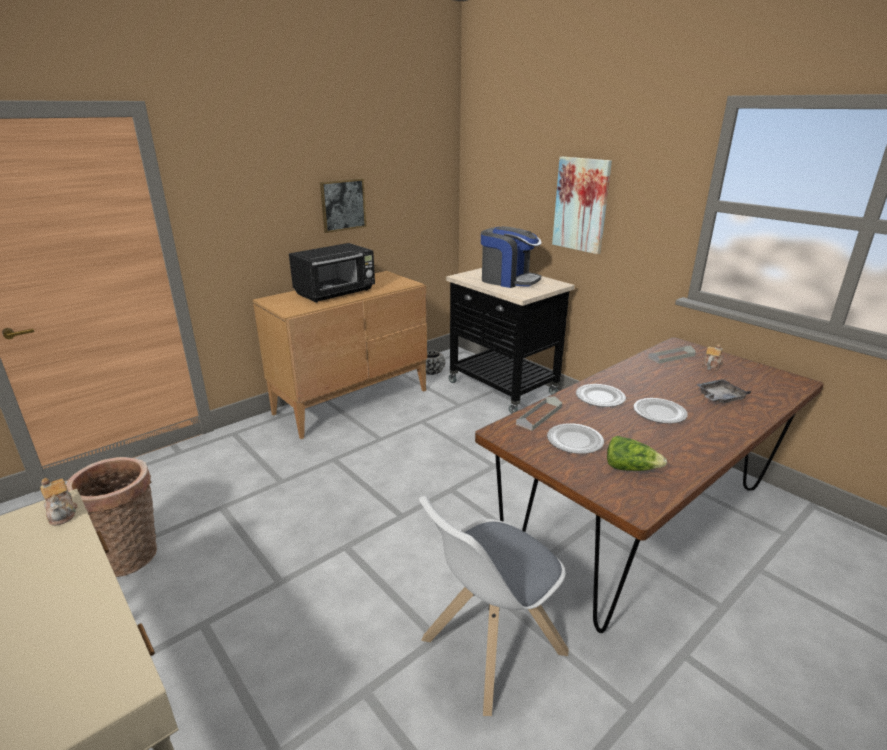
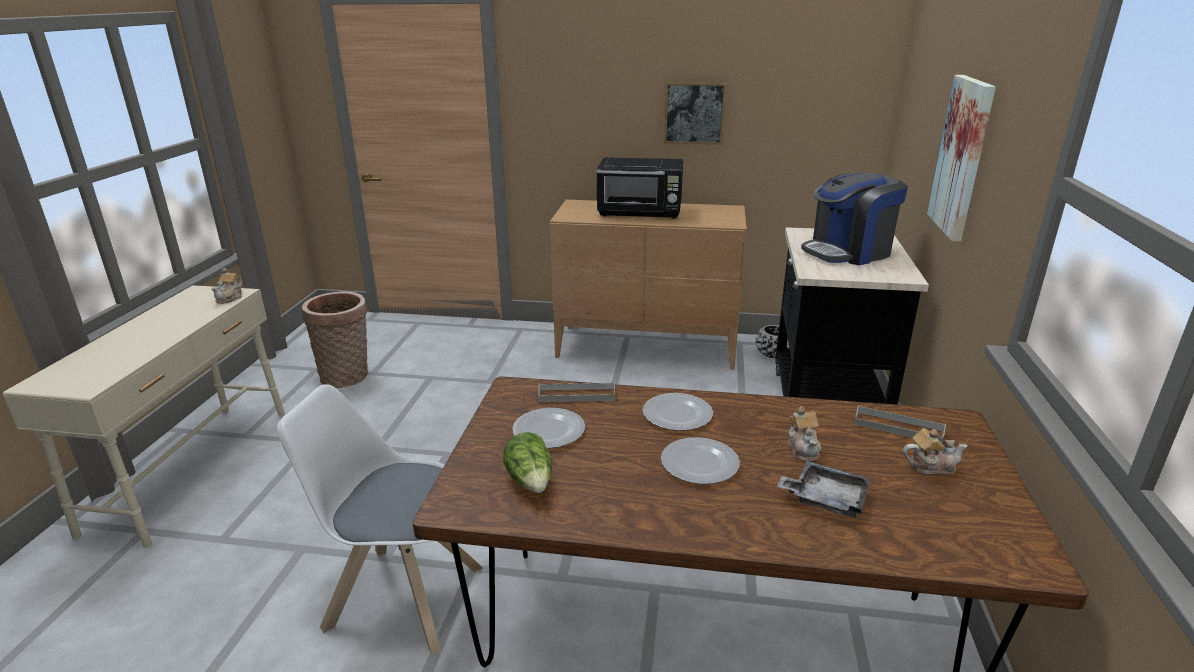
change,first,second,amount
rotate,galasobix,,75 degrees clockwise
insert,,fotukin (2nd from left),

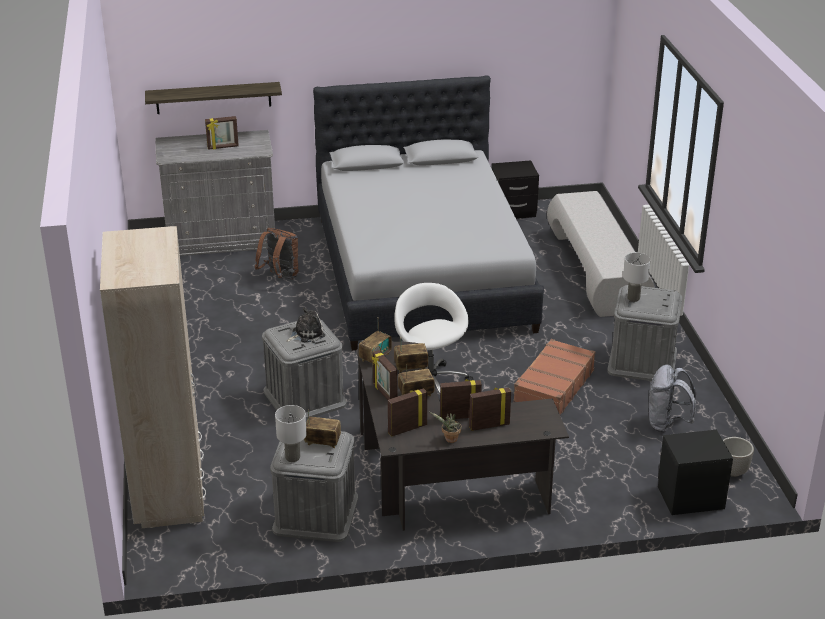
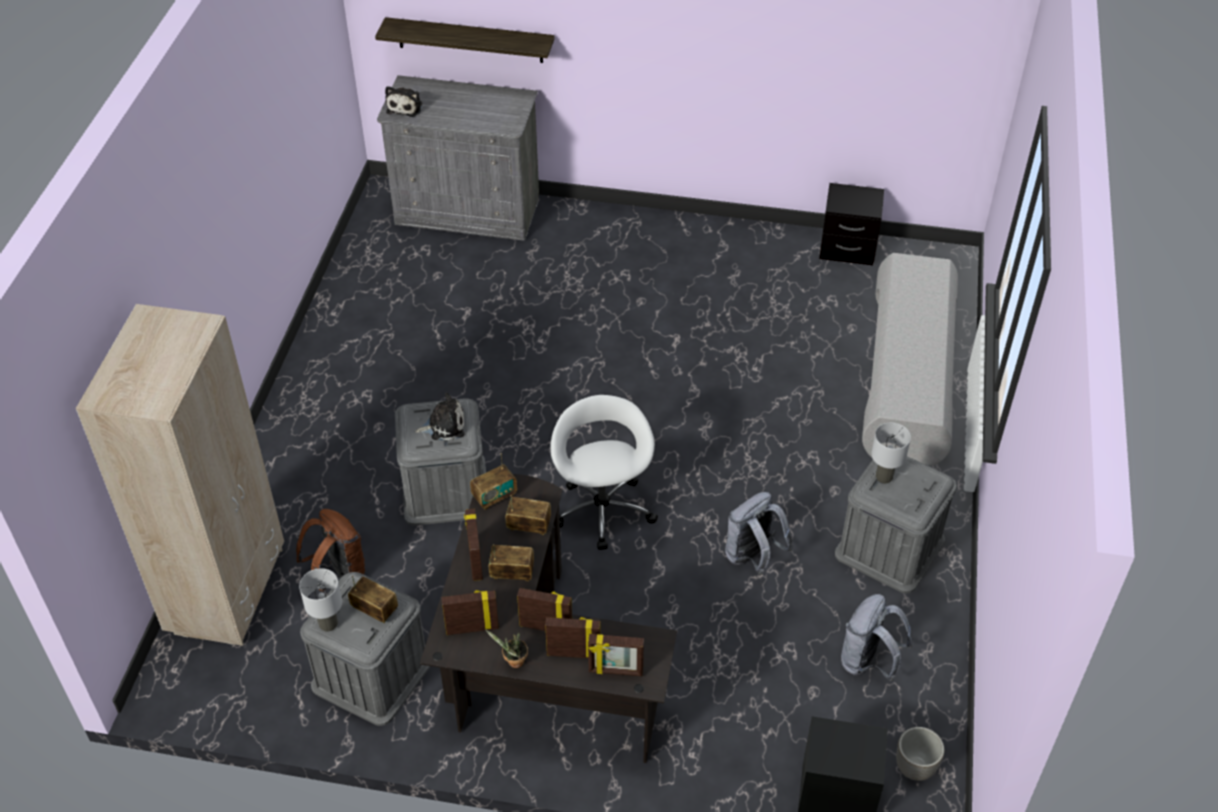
change,first,second,amount
move,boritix (1st from left in the first image),boritix (5th from left),
move,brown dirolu,,
delete,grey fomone,,
replace,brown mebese,grey dirolu (1st from left),
insert,,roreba (1st from left),

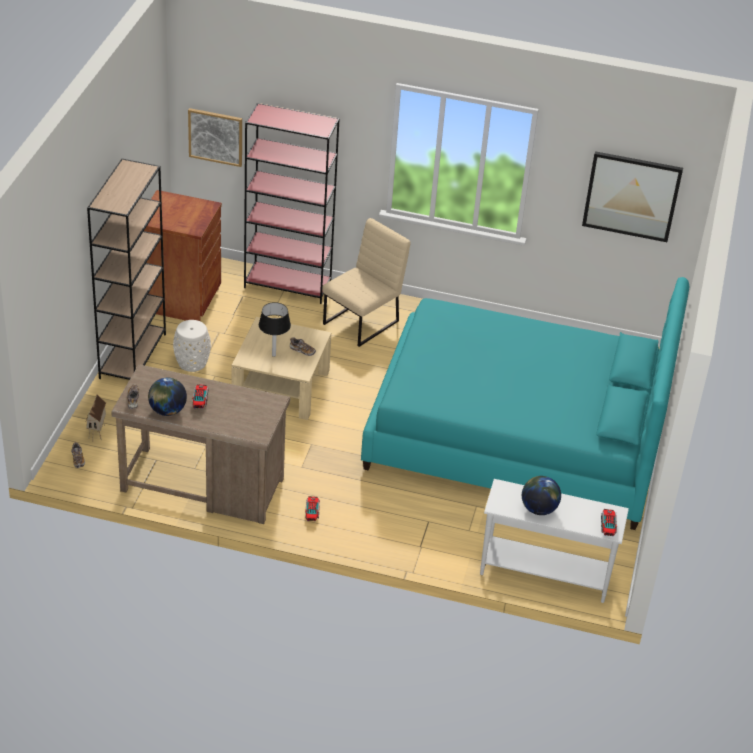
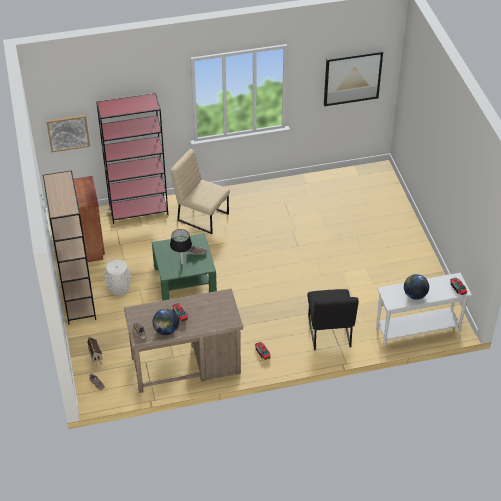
change,first,second,amount
recolor,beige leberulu,green leberulu,
rotate,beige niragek,,75 degrees counterclockwise
delete,turquoise fomone,,
insert,,black niragek,

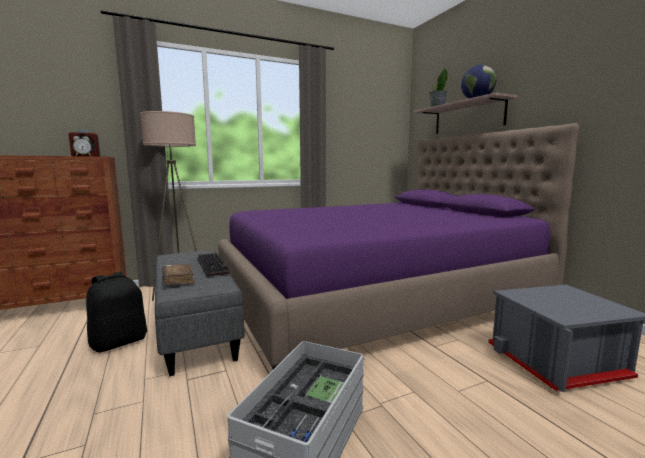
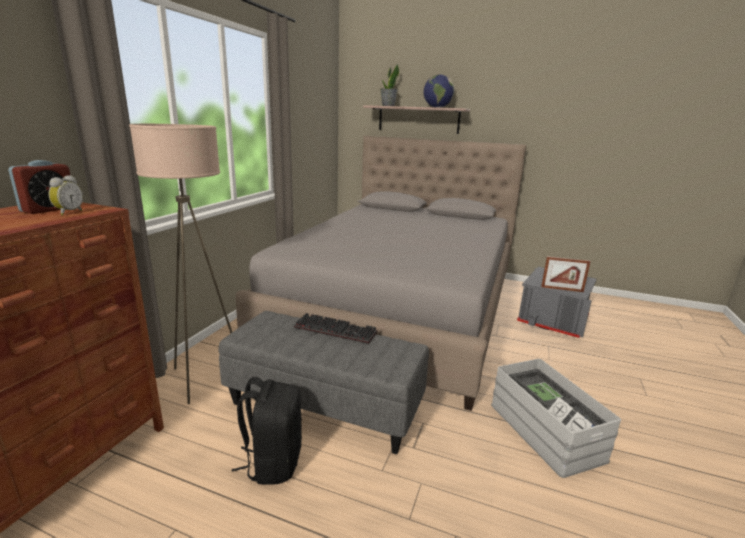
change,first,second,amount
delete,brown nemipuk,,
recolor,purple fomone,grey fomone,
insert,,boritix,

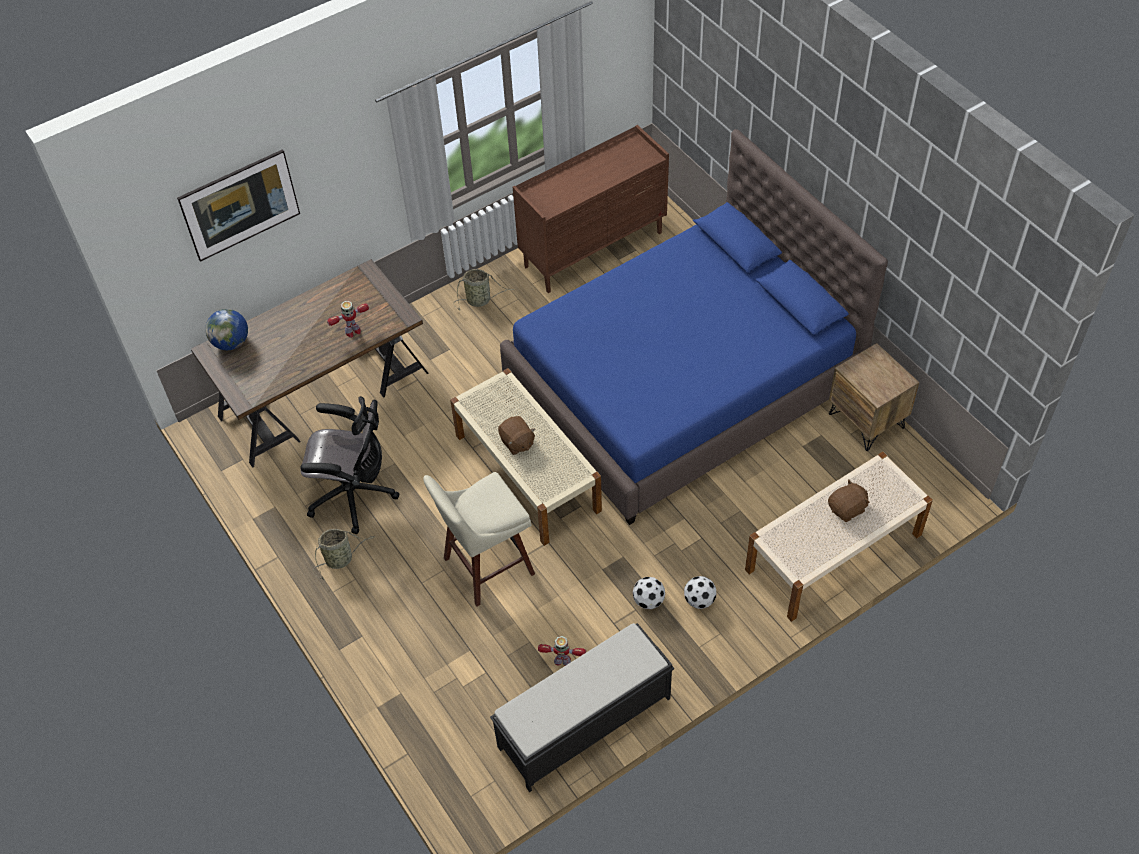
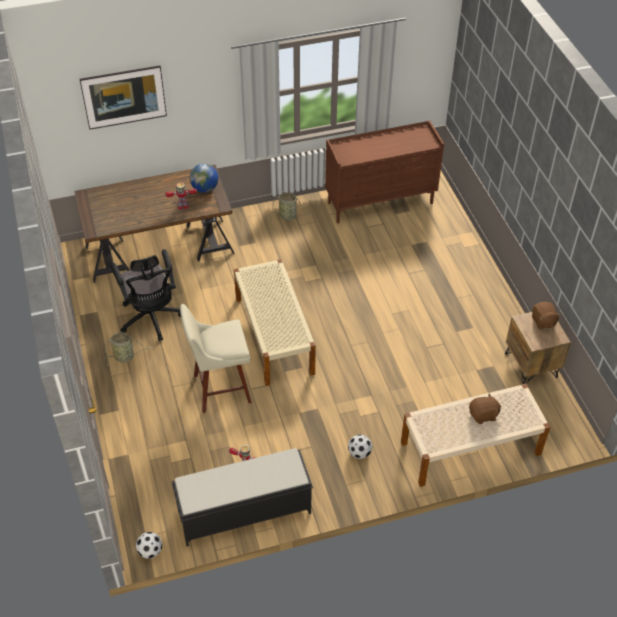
change,first,second,amount
move,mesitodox,,
rotate,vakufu,,45 degrees clockwise
move,brown roreba (1st from left in the first image),brown roreba (2nd from left),
delete,blue fomone,,
move,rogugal (1st from left),,

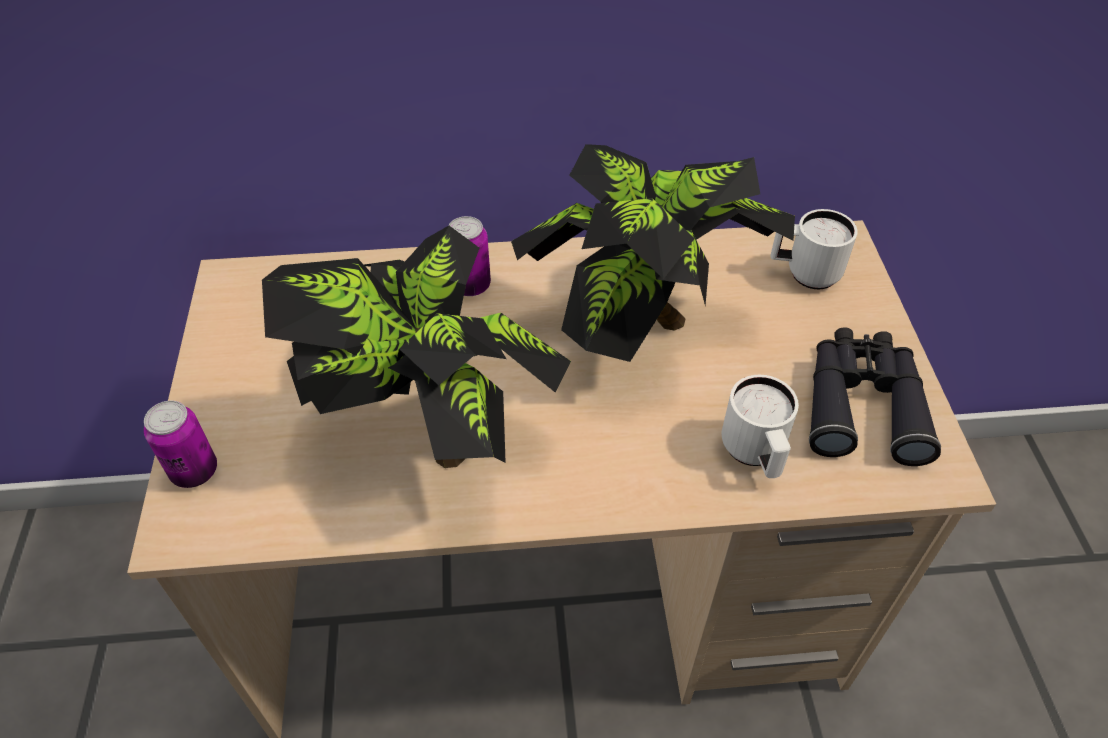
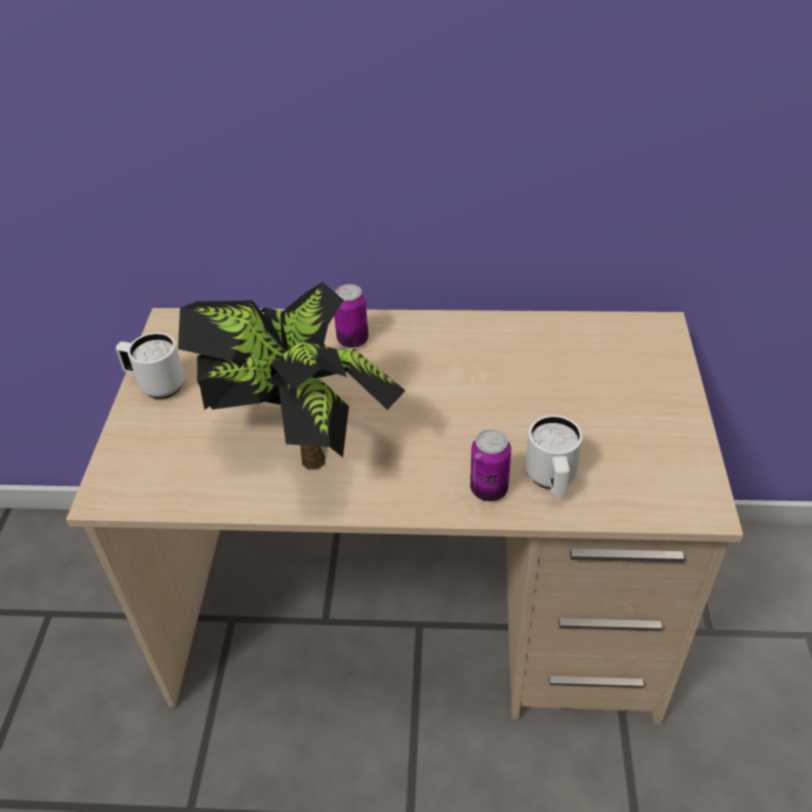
change,first,second,amount
move,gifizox (1st from left in the first image),gifizox (2nd from left),
delete,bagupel (2nd from left),,
move,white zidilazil (2nd from left in the first image),white zidilazil (1st from left),
delete,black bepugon,,

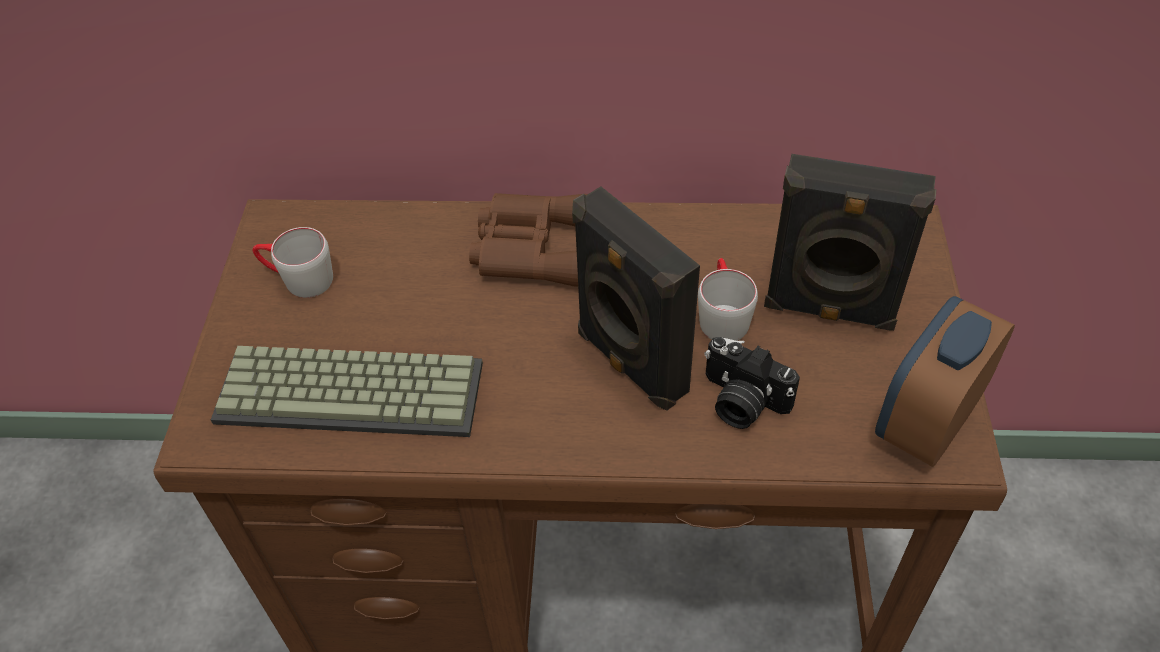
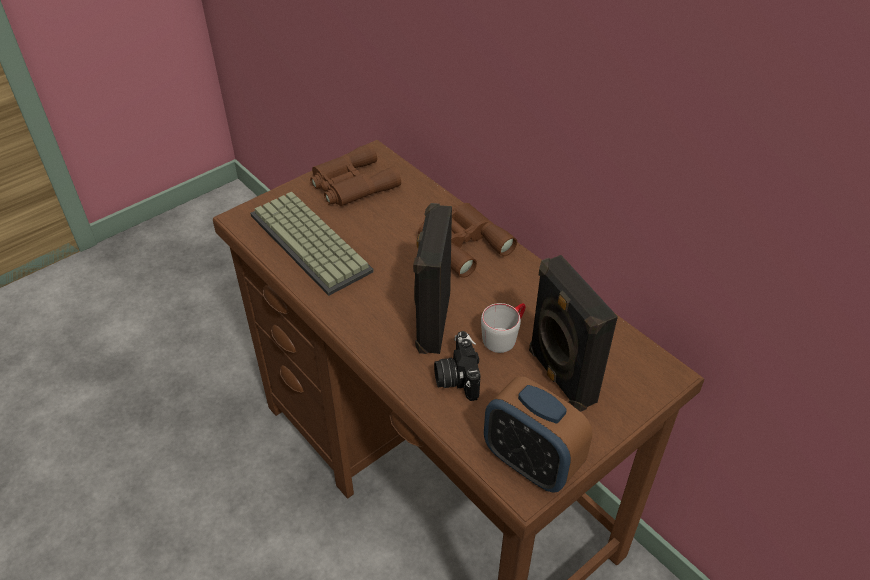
change,first,second,amount
replace,grey zidilazil (1st from left),brown bepugon (1st from left),
rotate,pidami,,135 degrees counterclockwise

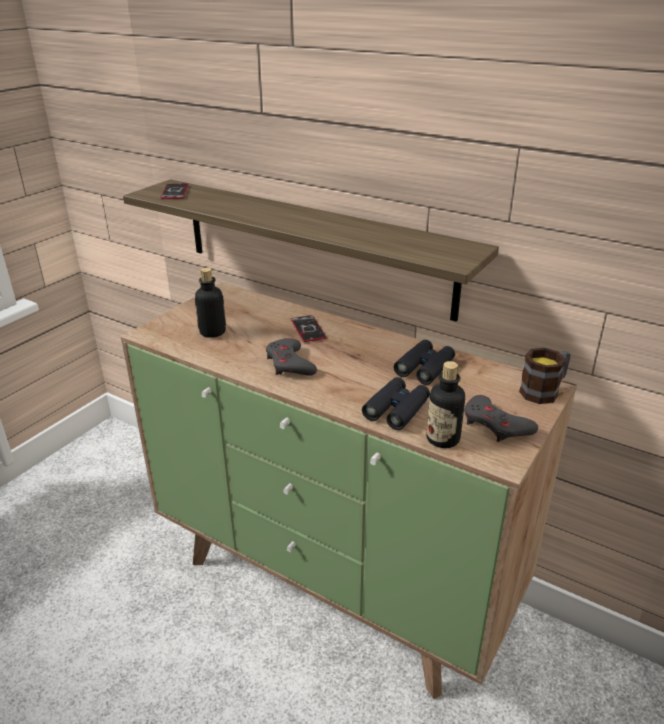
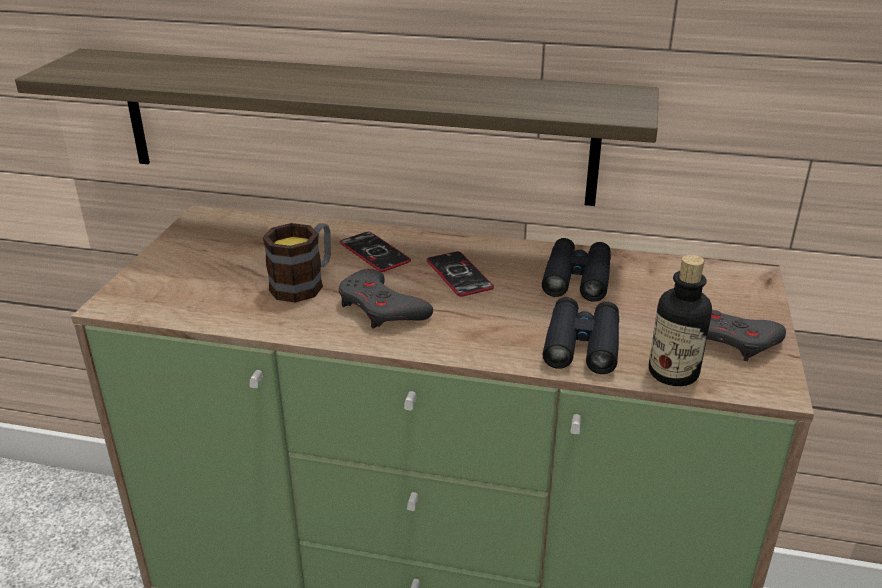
change,first,second,amount
move,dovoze (1st from left in the first image),dovoze (2nd from left),
delete,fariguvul (1st from left),,
move,zidilazil,,

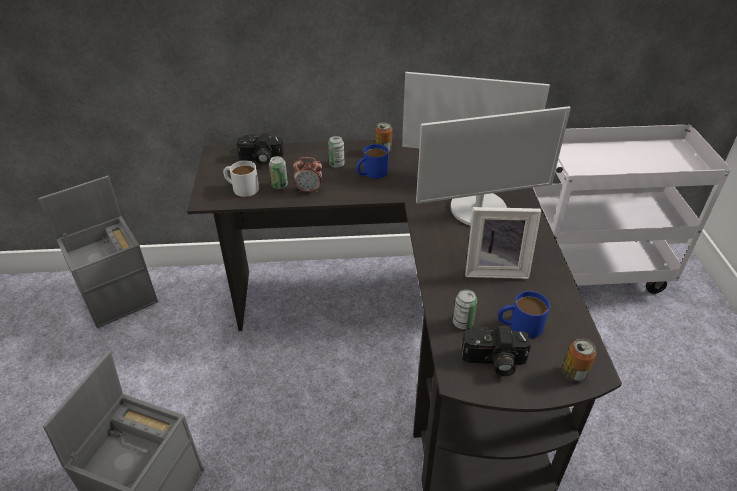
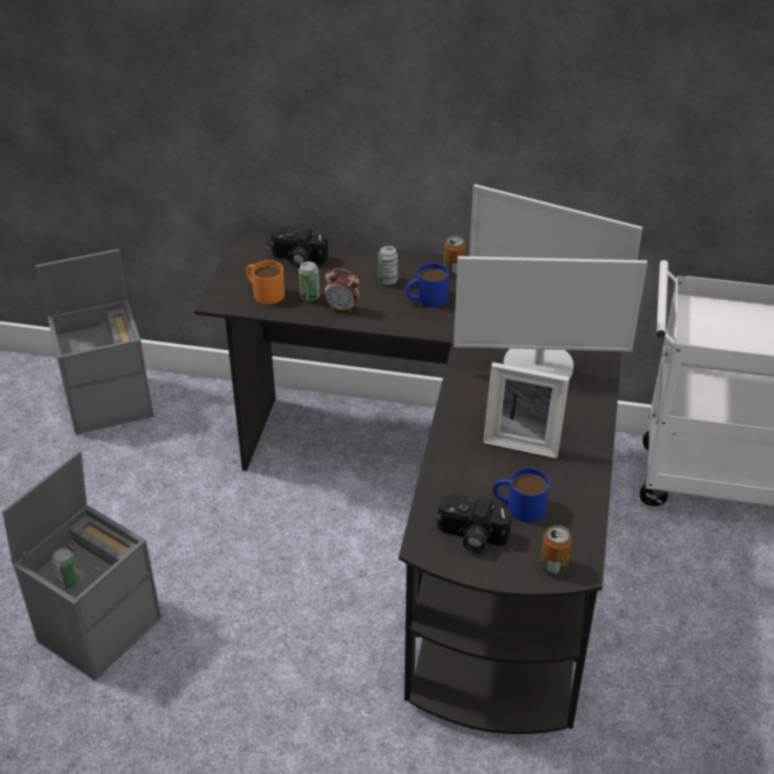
change,first,second,amount
recolor,white zidilazil,orange zidilazil,
move,gifizox (4th from left in the first image),gifizox (1st from left),

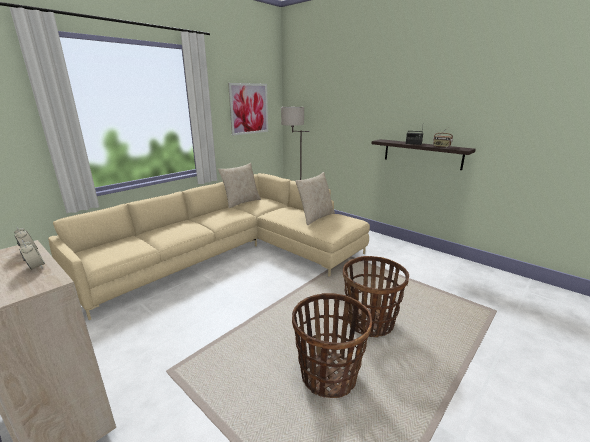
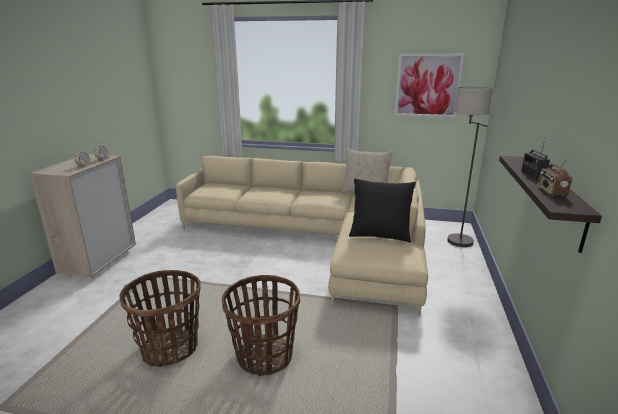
change,first,second,amount
recolor,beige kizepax (2nd from left),black kizepax,

